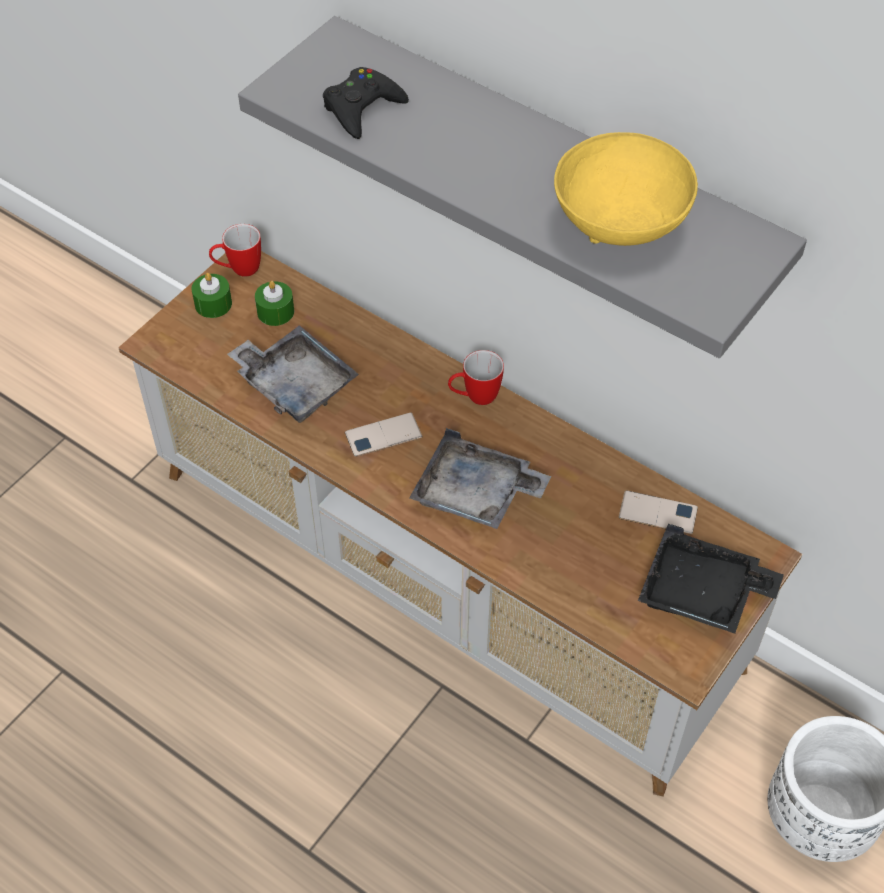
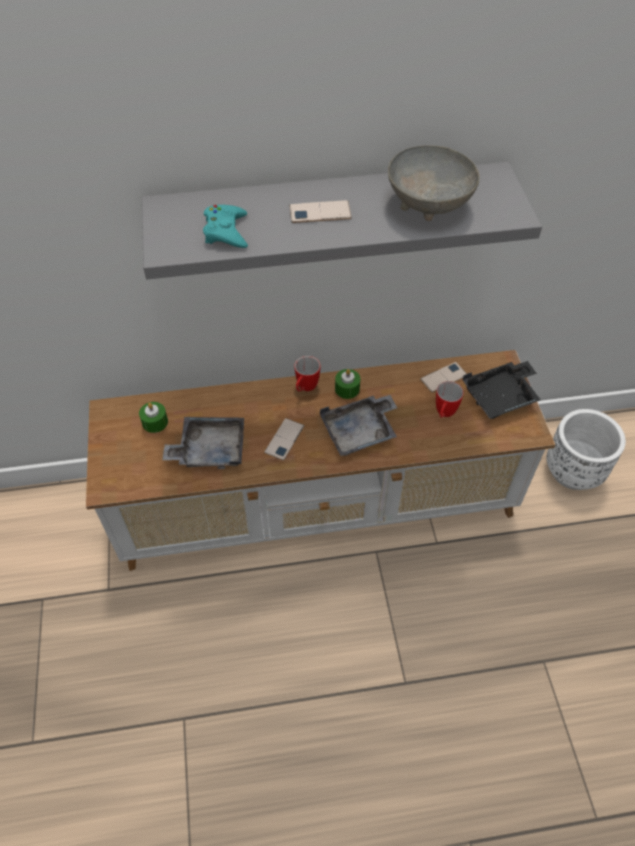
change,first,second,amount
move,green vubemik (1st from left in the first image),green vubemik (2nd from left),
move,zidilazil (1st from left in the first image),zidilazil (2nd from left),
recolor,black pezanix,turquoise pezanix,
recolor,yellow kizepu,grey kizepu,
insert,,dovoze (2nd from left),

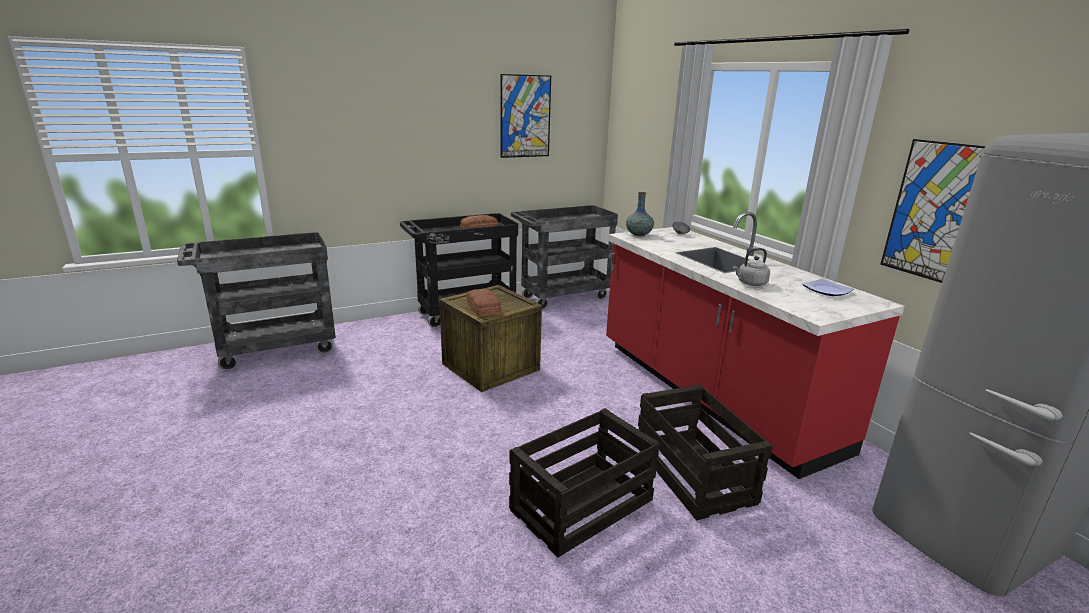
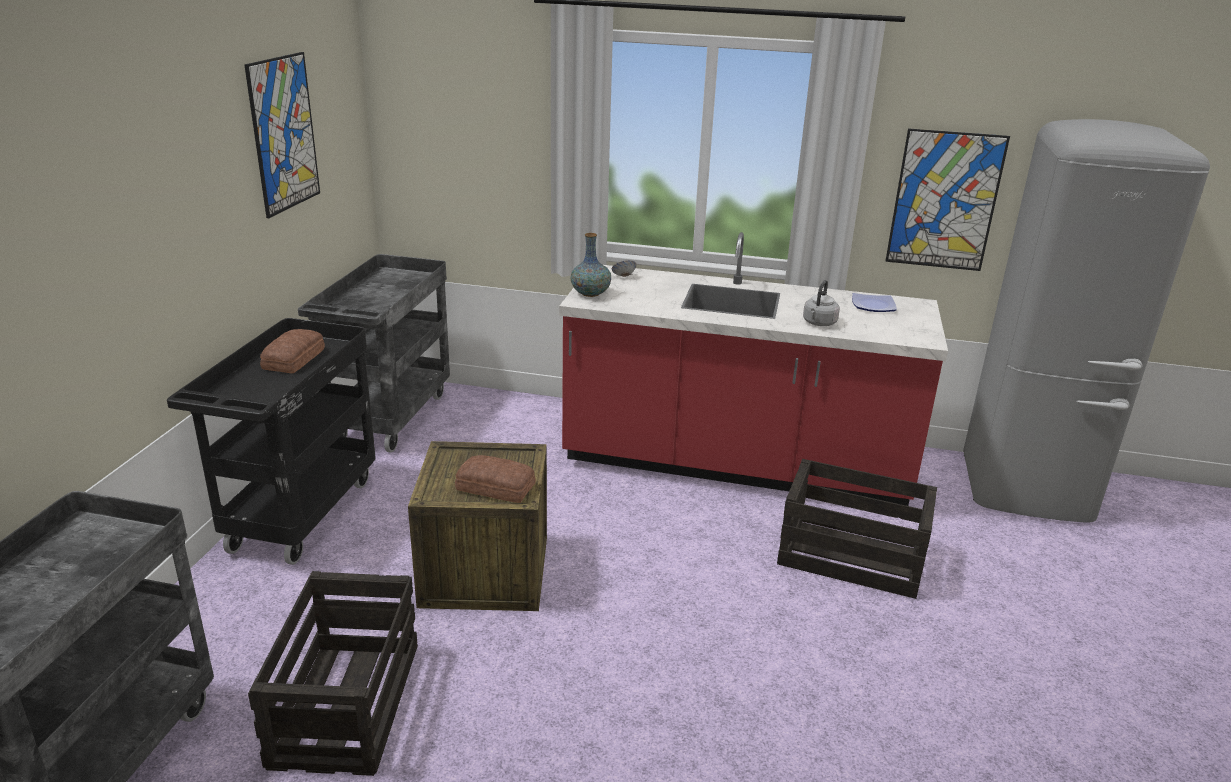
change,first,second,amount
move,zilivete (2nd from left in the first image),zilivete (1st from left),

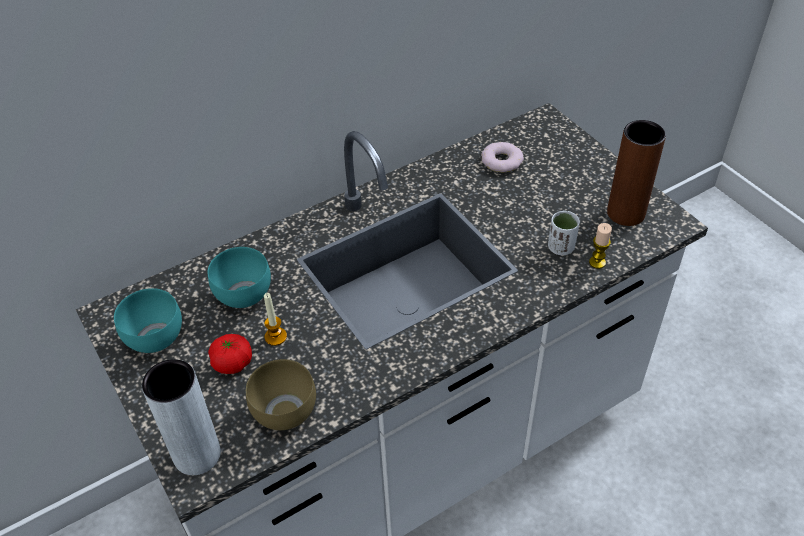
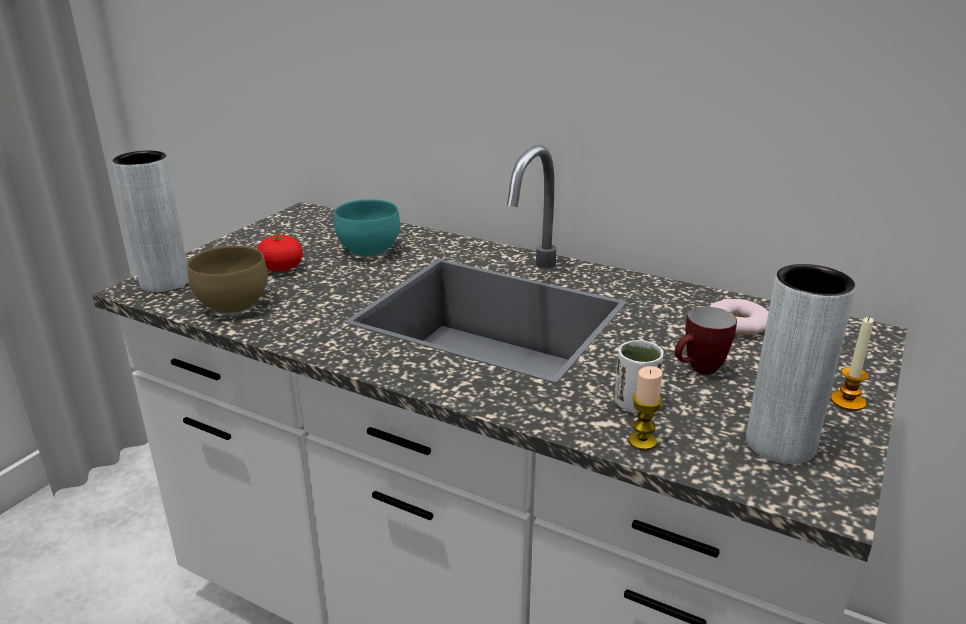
change,first,second,amount
delete,turquoise kizepu (1st from left),,
move,vubemik (1st from left in the first image),vubemik (2nd from left),
recolor,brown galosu,grey galosu (2nd from left),
insert,,zidilazil,

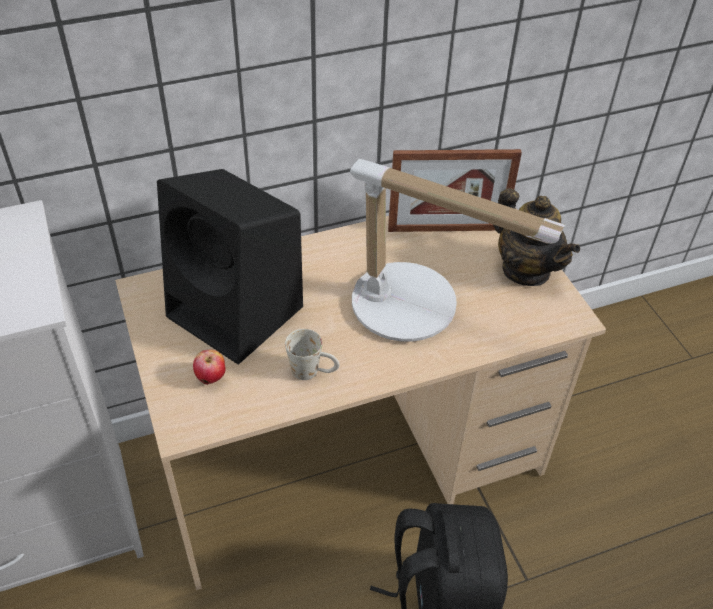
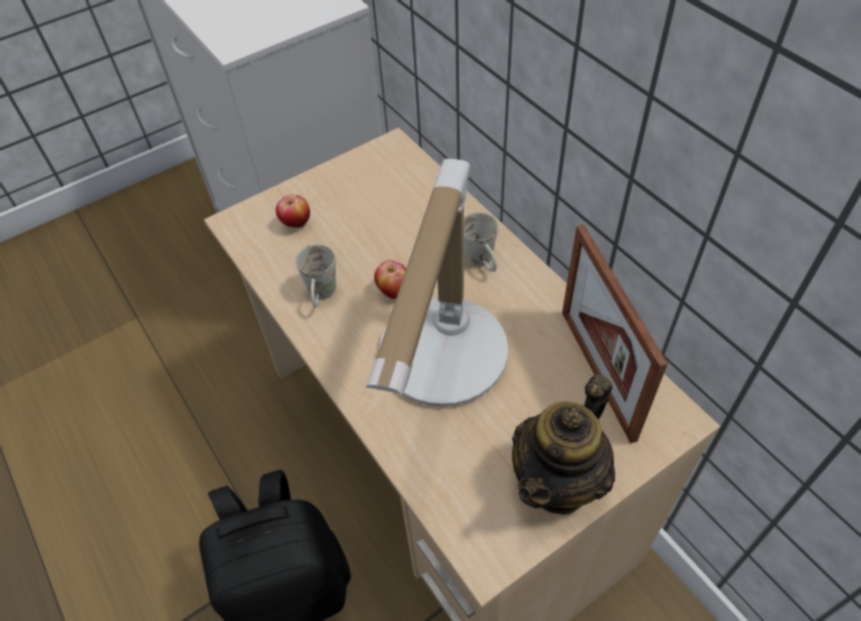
change,first,second,amount
delete,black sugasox,,
insert,,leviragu (2nd from left),
insert,,white zidilazil (2nd from left),

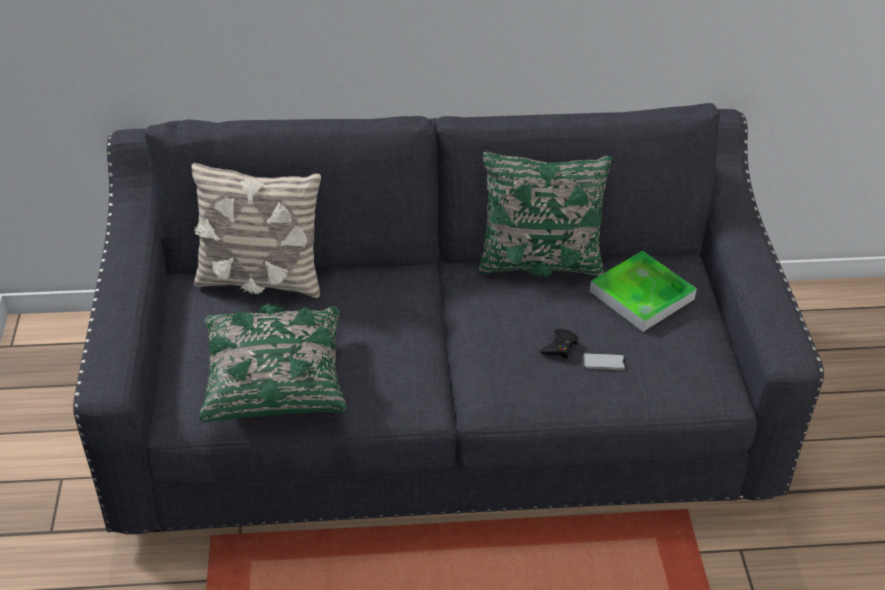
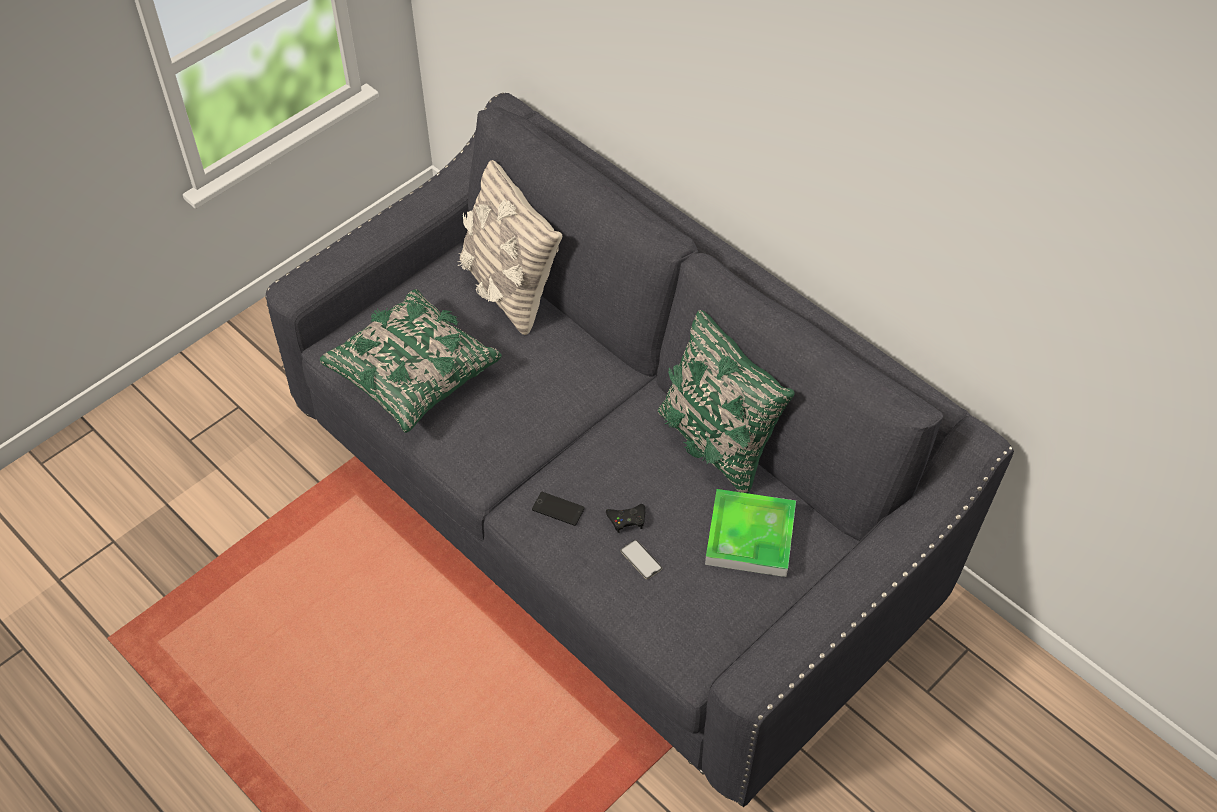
change,first,second,amount
insert,,dovoze (1st from left),

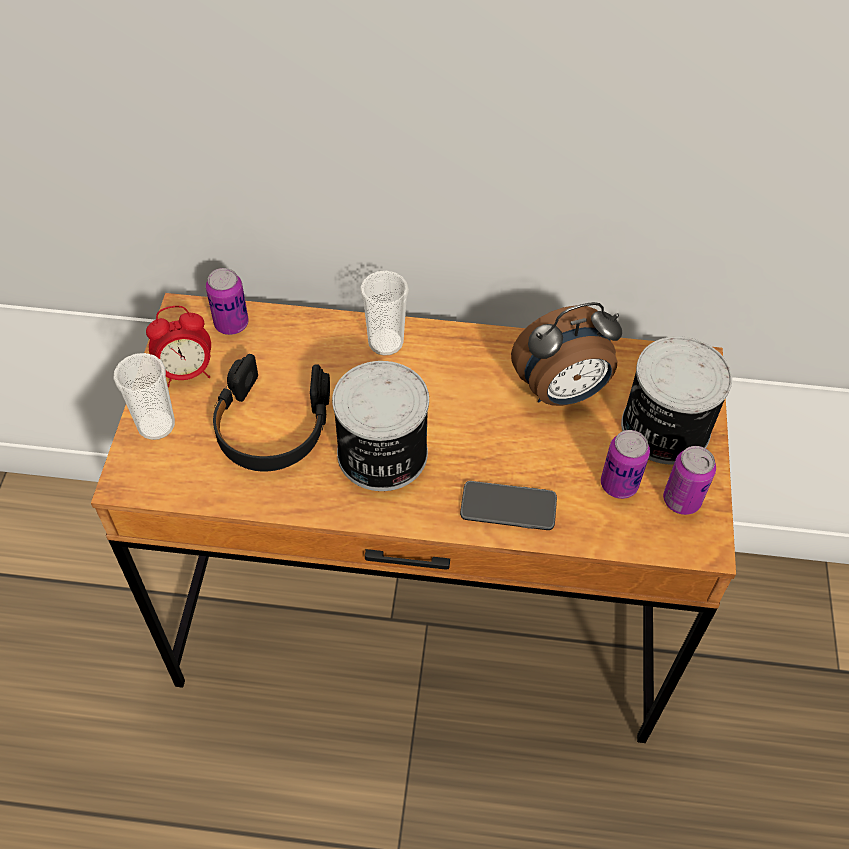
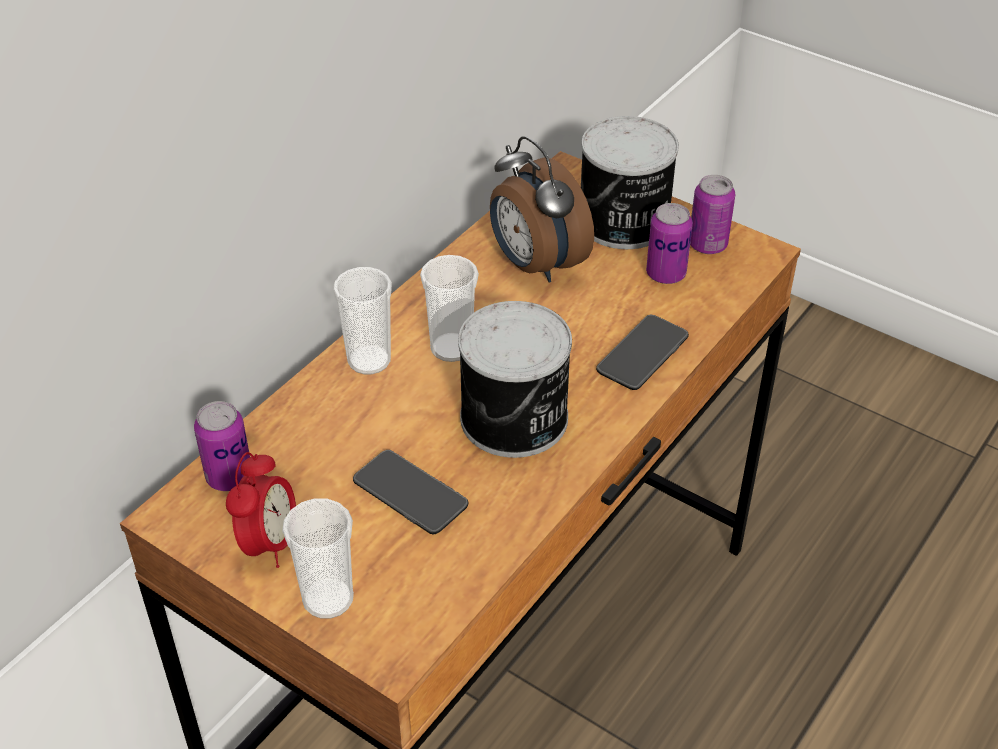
change,first,second,amount
replace,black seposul,dovoze (1st from left),
rotate,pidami (2nd from left),,135 degrees clockwise
insert,,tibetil (3rd from left),

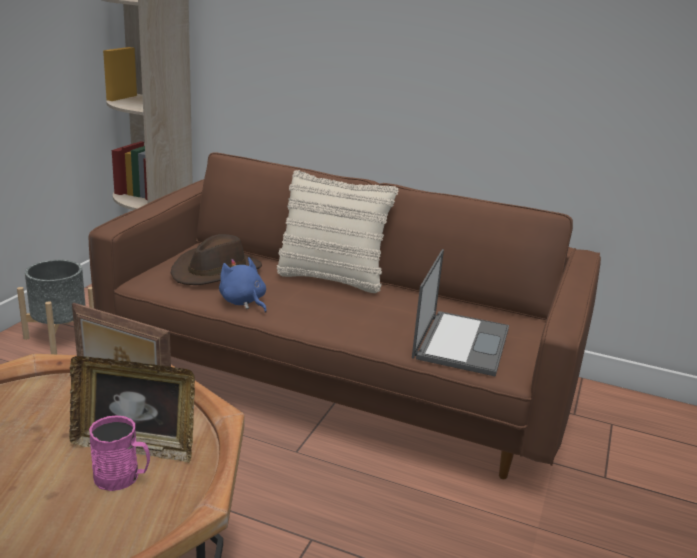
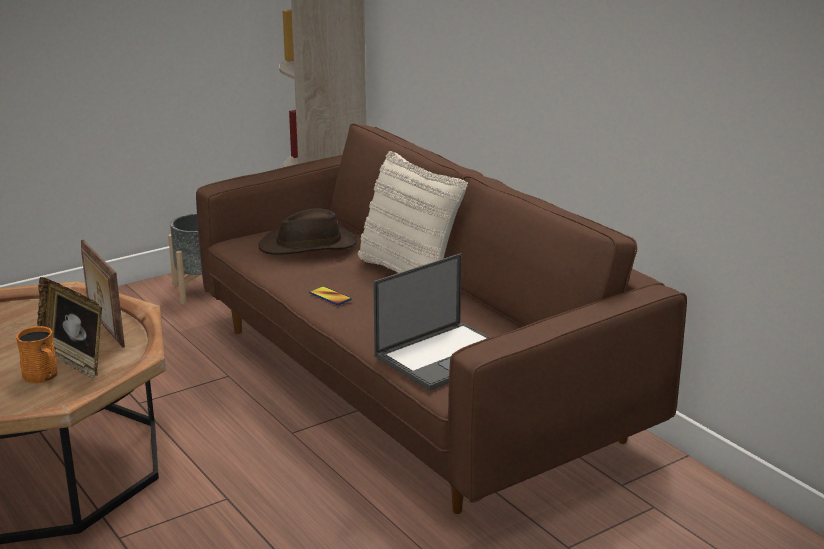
change,first,second,amount
recolor,pink zidilazil,orange zidilazil,
delete,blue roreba,,
insert,,dovoze,

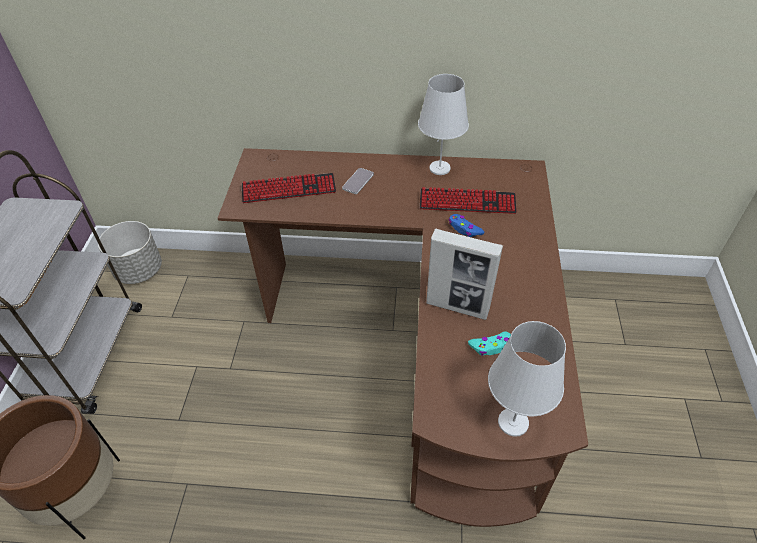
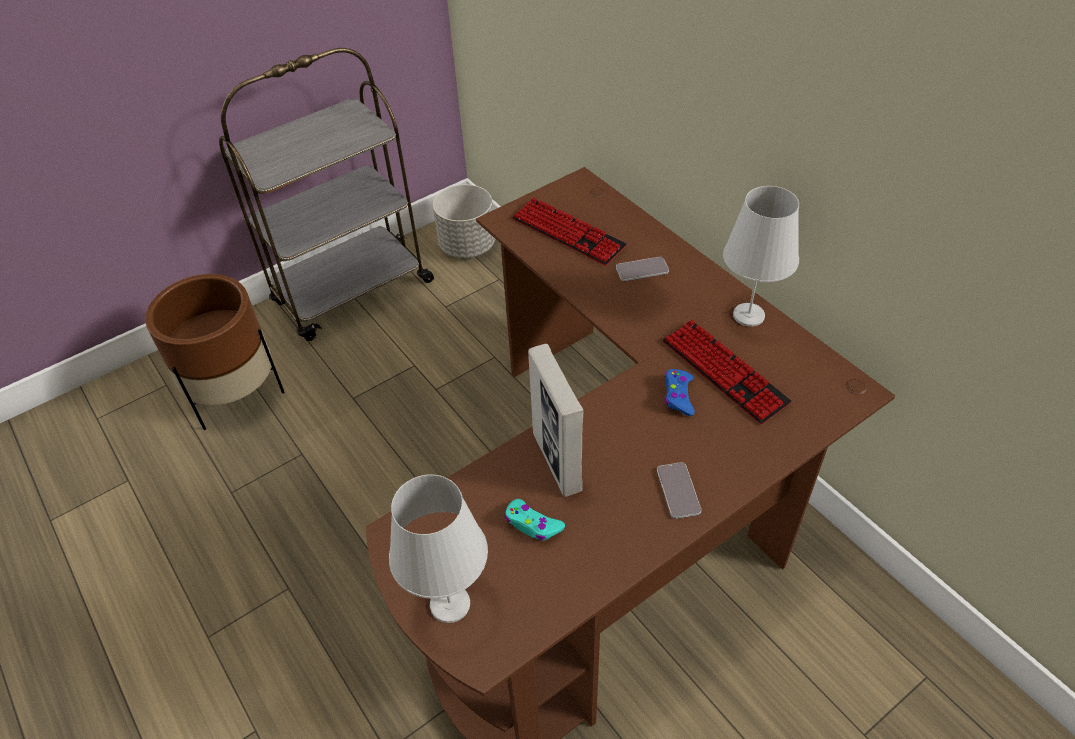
change,first,second,amount
insert,,dovoze (2nd from left),

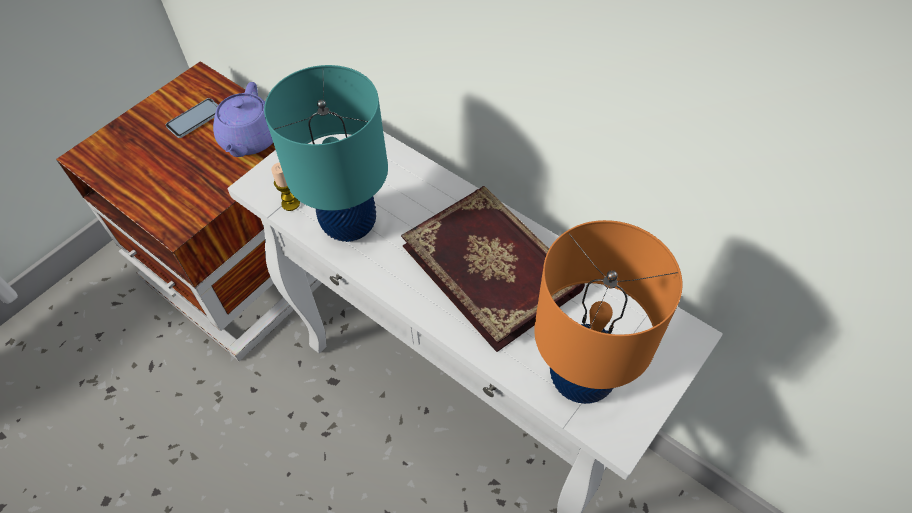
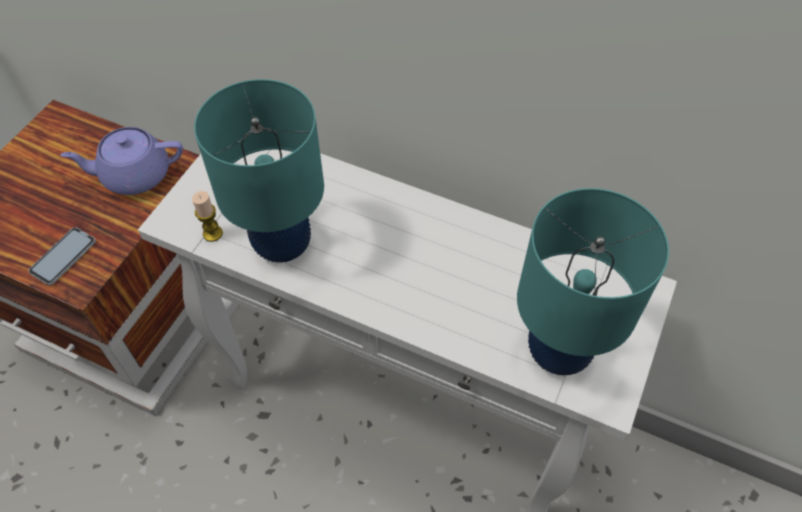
change,first,second,amount
move,dovoze,,
rotate,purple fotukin,,90 degrees clockwise
delete,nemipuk,,
recolor,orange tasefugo,turquoise tasefugo (2nd from left),

